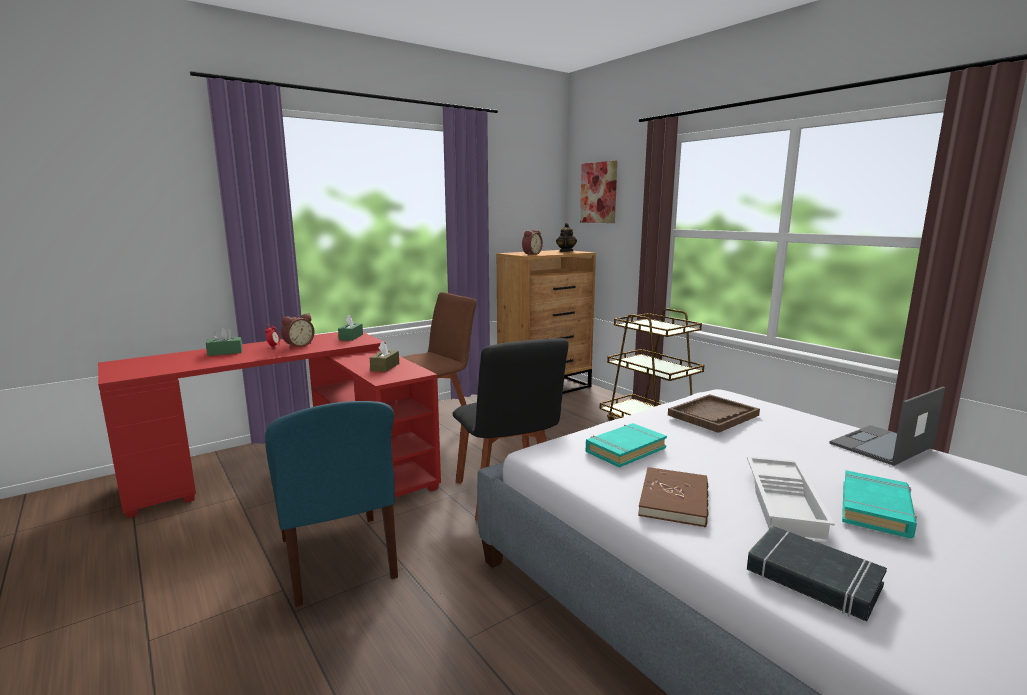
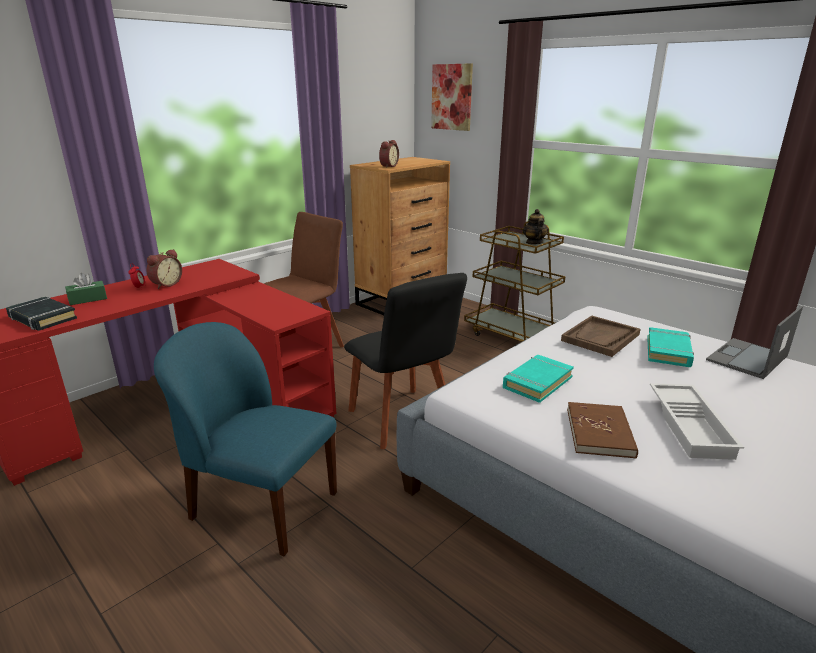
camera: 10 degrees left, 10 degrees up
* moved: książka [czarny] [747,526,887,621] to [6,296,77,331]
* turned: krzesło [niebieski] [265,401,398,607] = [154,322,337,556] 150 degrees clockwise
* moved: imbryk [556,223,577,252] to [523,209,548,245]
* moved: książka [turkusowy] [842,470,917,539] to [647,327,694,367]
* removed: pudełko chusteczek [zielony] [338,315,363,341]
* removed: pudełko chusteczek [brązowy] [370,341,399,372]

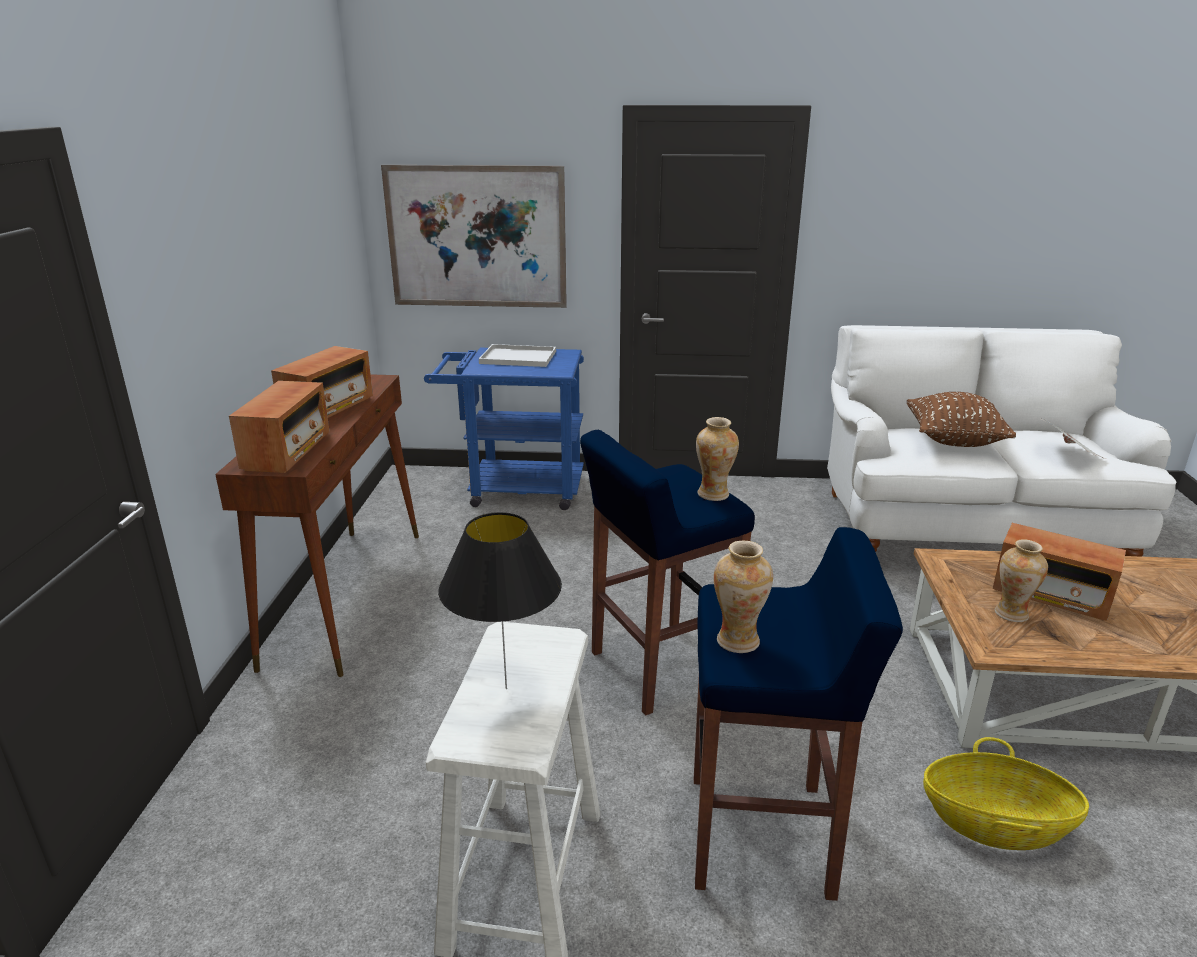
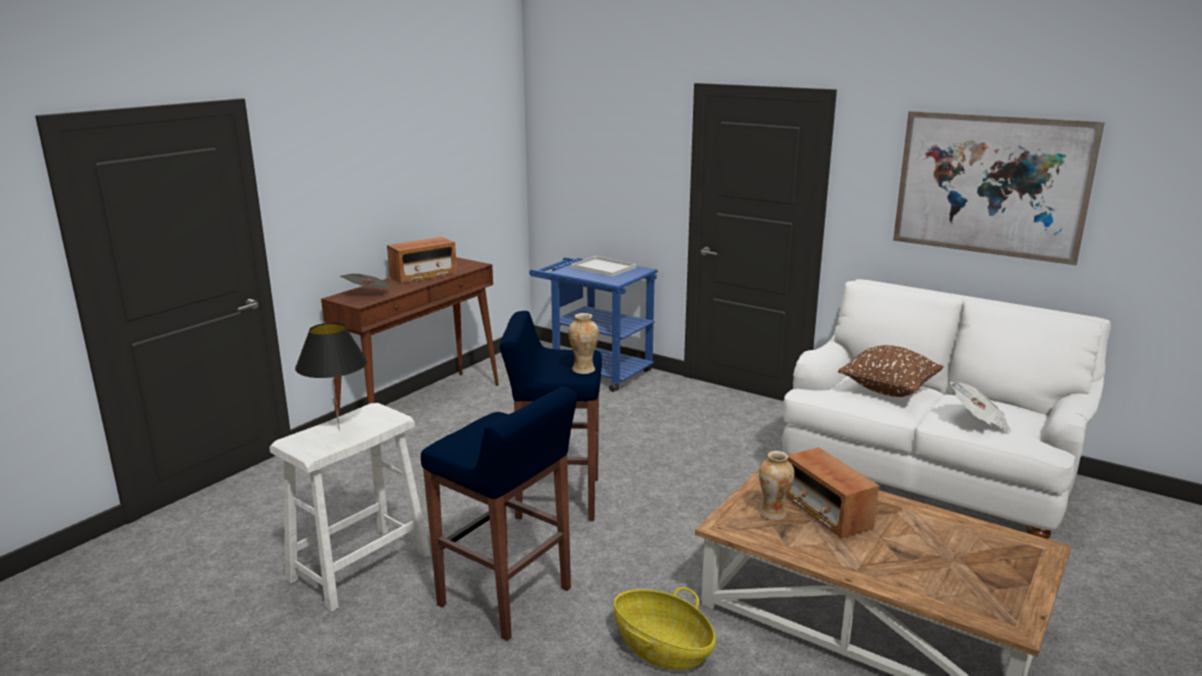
camera: 30 degrees right, 5 degrees down
* replaced: radio [229,381,330,473] to gazeta [340,274,390,288]
* moved: obraz [381,165,567,308] to [893,111,1105,265]
* removed: wazon [714,541,773,653]

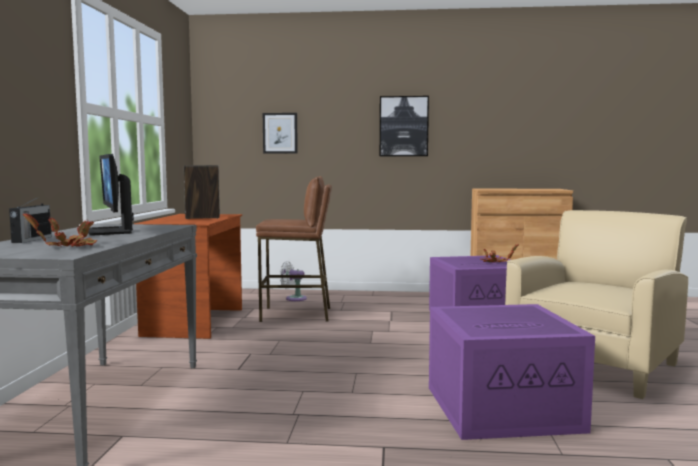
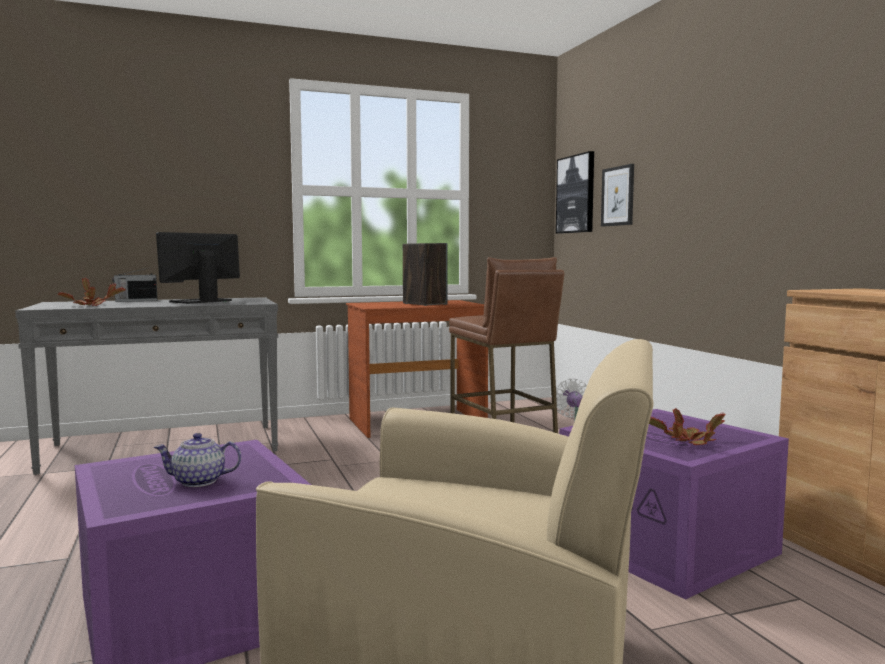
camera: 65 degrees right, 0 degrees up
* added: imbryk [154,433,241,487]
* moved: obraz [380,96,429,156] to [556,151,594,234]

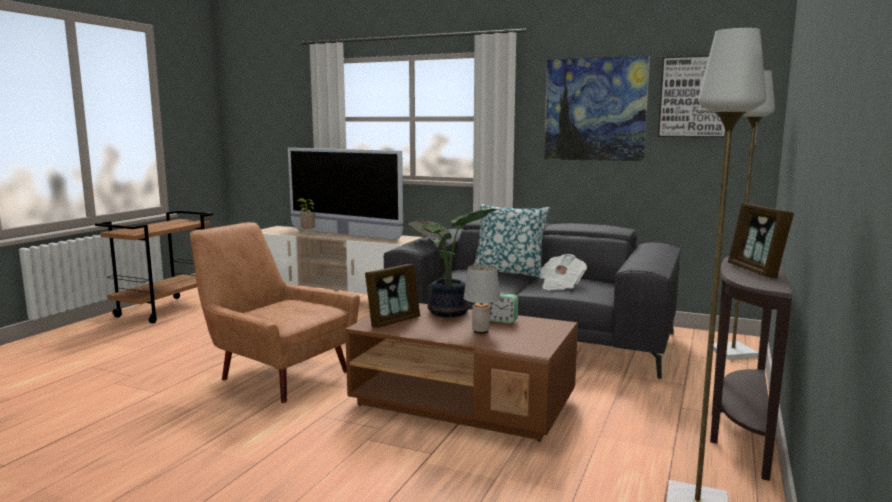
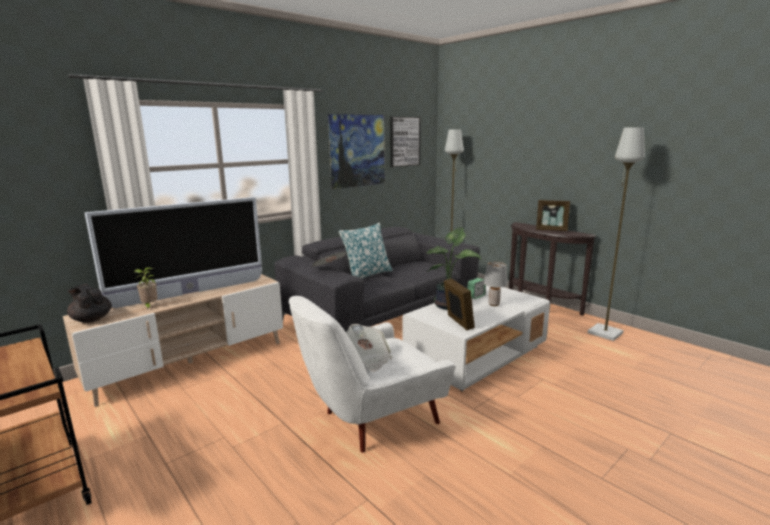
camera: 65 degrees left, 5 degrees up
* added: imbryk [czarny] [67,284,112,323]
* recoloured: fotel [brązowy] [190,222,360,403] to fotel [biały] [289,296,455,453]
* moved: gazeta [540,254,587,290] to [346,324,393,371]
* recoloured: ława [brązowy] [345,303,578,442] to ława [biały] [403,286,550,392]

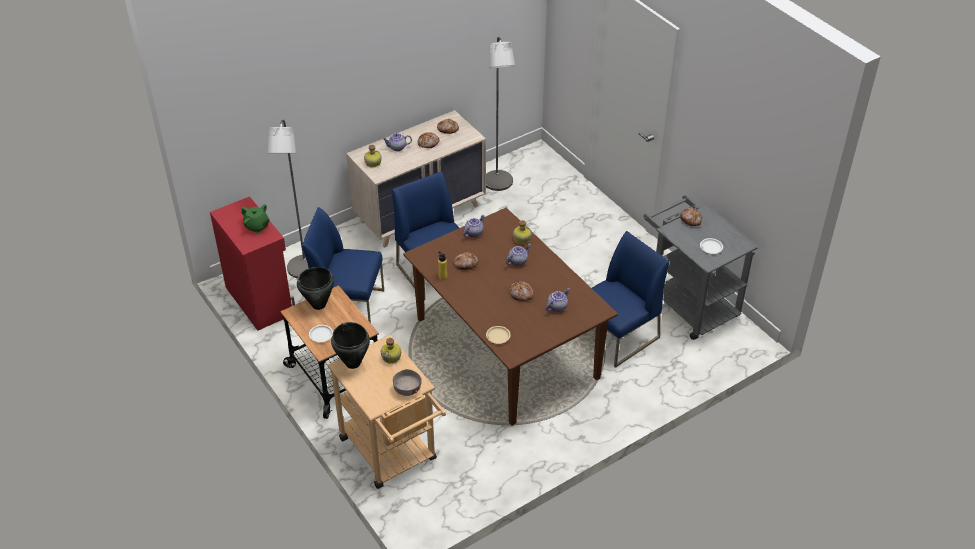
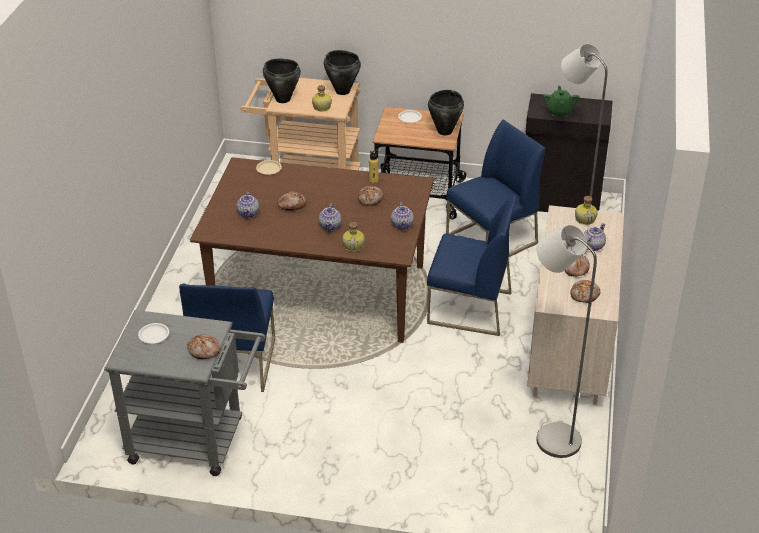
camera: 135 degrees right, 5 degrees down
* replaced: miska [szary] [393,369,421,396] to garnek [czarny] [263,58,301,103]
* recoloured: szafka [czerwony] [210,196,295,331] to szafka [czarny] [526,93,613,212]
* turned: imbryk [zielony] [242,204,270,233] = [543,86,579,117] 105 degrees clockwise

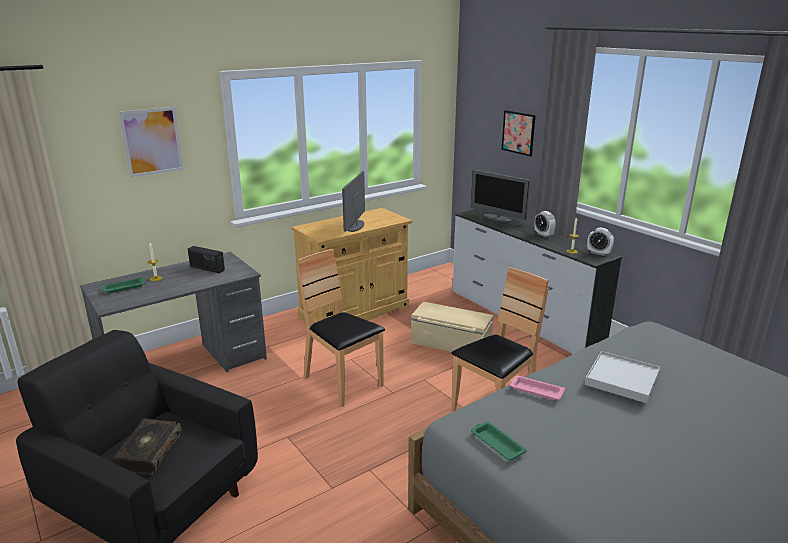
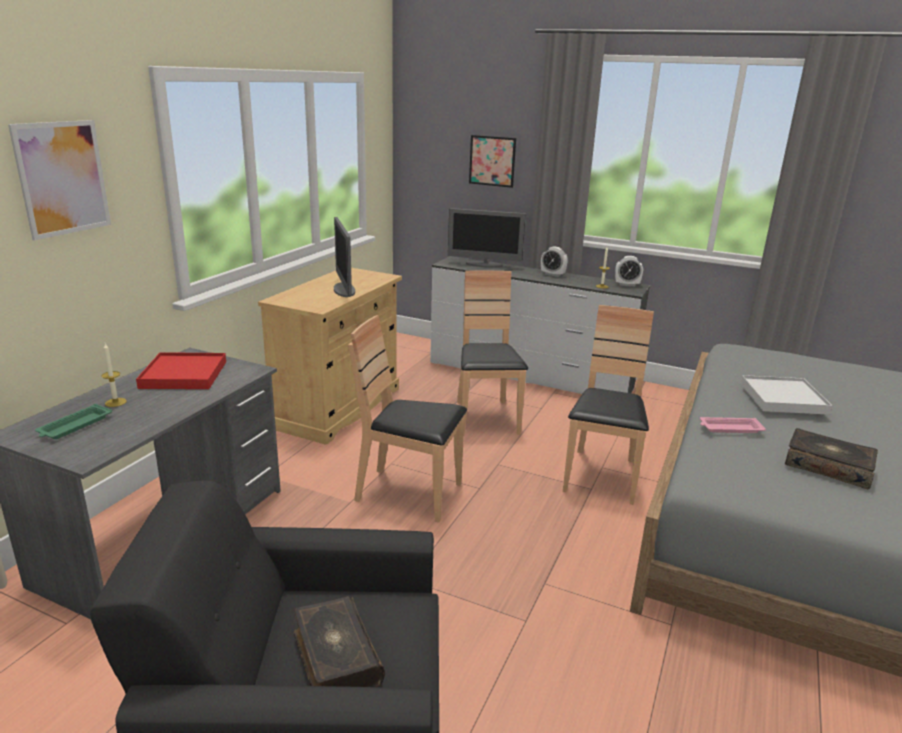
camera: 30 degrees left, 0 degrees up
* replaced: radio [188,246,225,273] to taca [czerwony] [136,352,226,389]
* replaced: pojemnik do przechowywania [beżowy] [411,302,493,352] to krzesło [brązowy] [457,270,528,435]
* added: książka [785,428,878,489]
* removed: taca [zielony] [471,421,527,461]

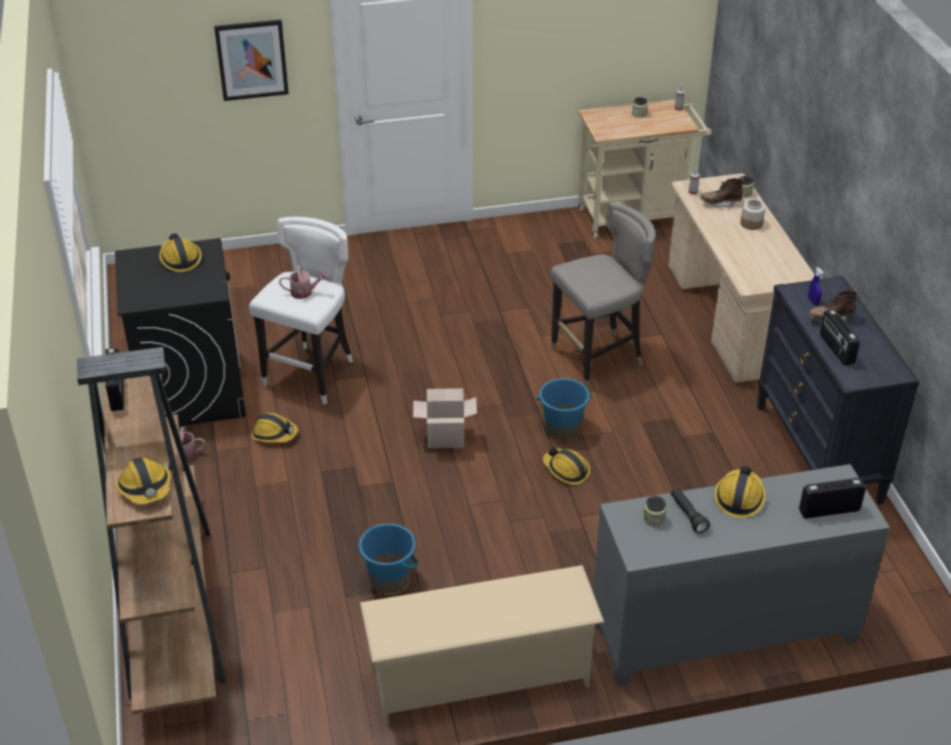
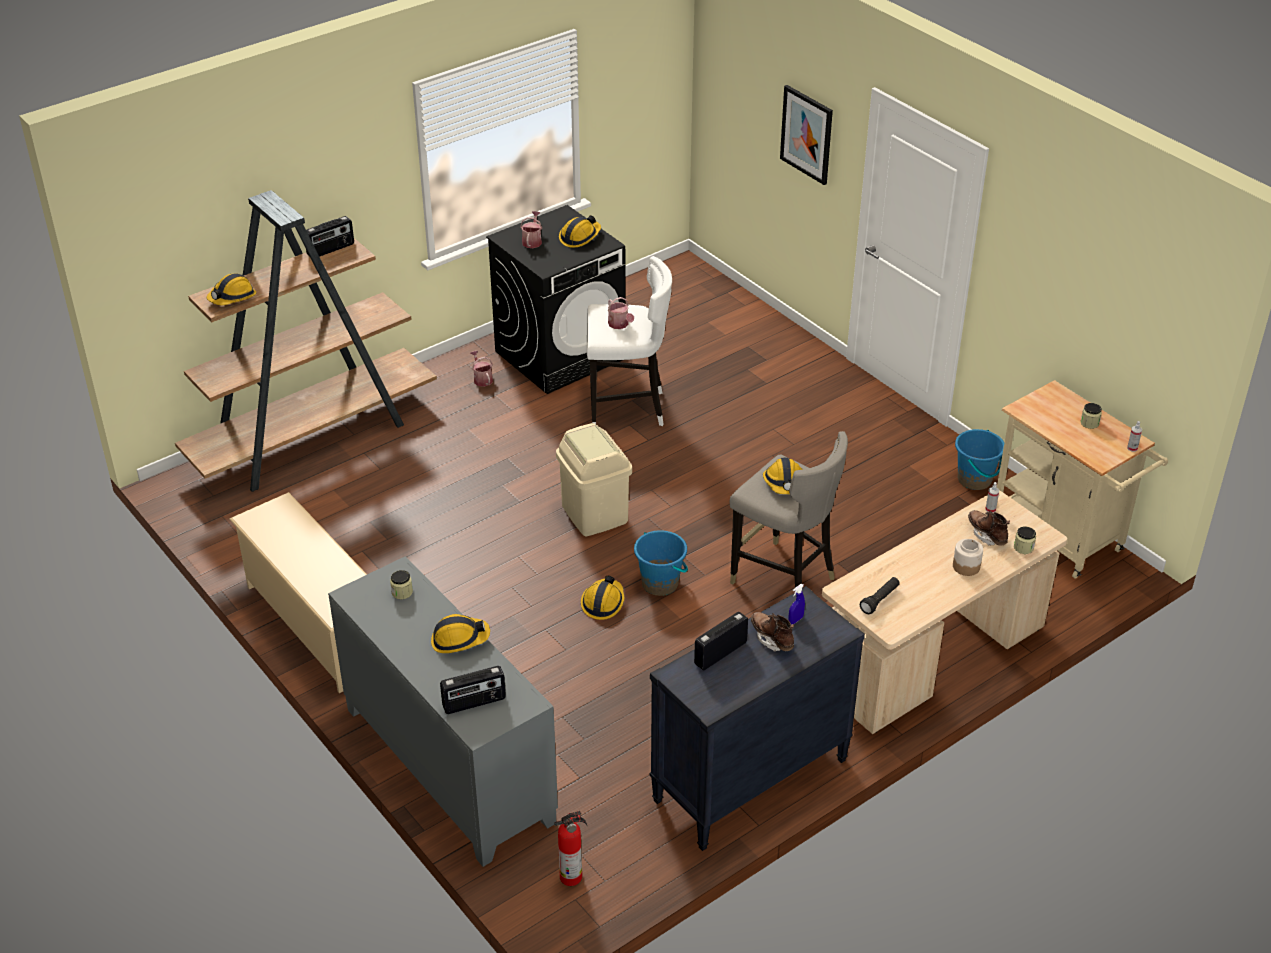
camera: 65 degrees right, 0 degrees up
* turned: radio [799,478,866,518] = [440,666,506,714] 105 degrees clockwise
* added: konewka [520,211,542,248]
* added: gaśnica [554,811,588,886]
* replaced: karton [413,388,477,448] to kosz na śmieci [beżowy] [556,423,632,536]
* moved: kask [251,413,298,442] to [763,458,803,494]
* moved: latarka [czarny] [671,488,710,533] to [860,577,900,614]
* moved: wiadro [niebieski] [359,523,418,593] to [955,429,1004,490]

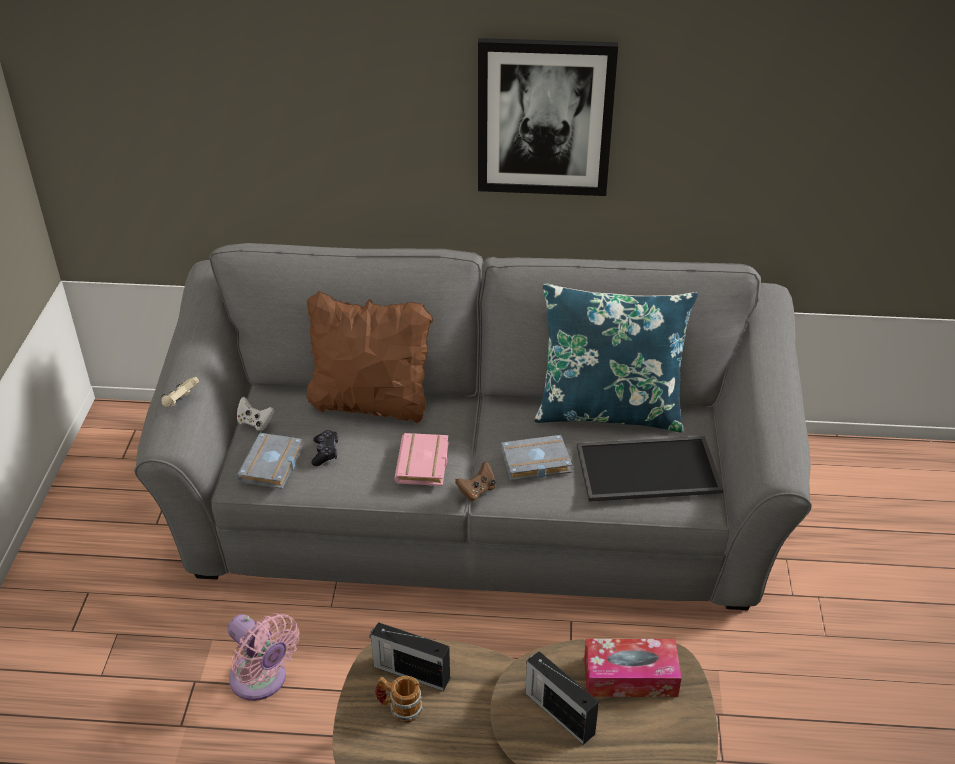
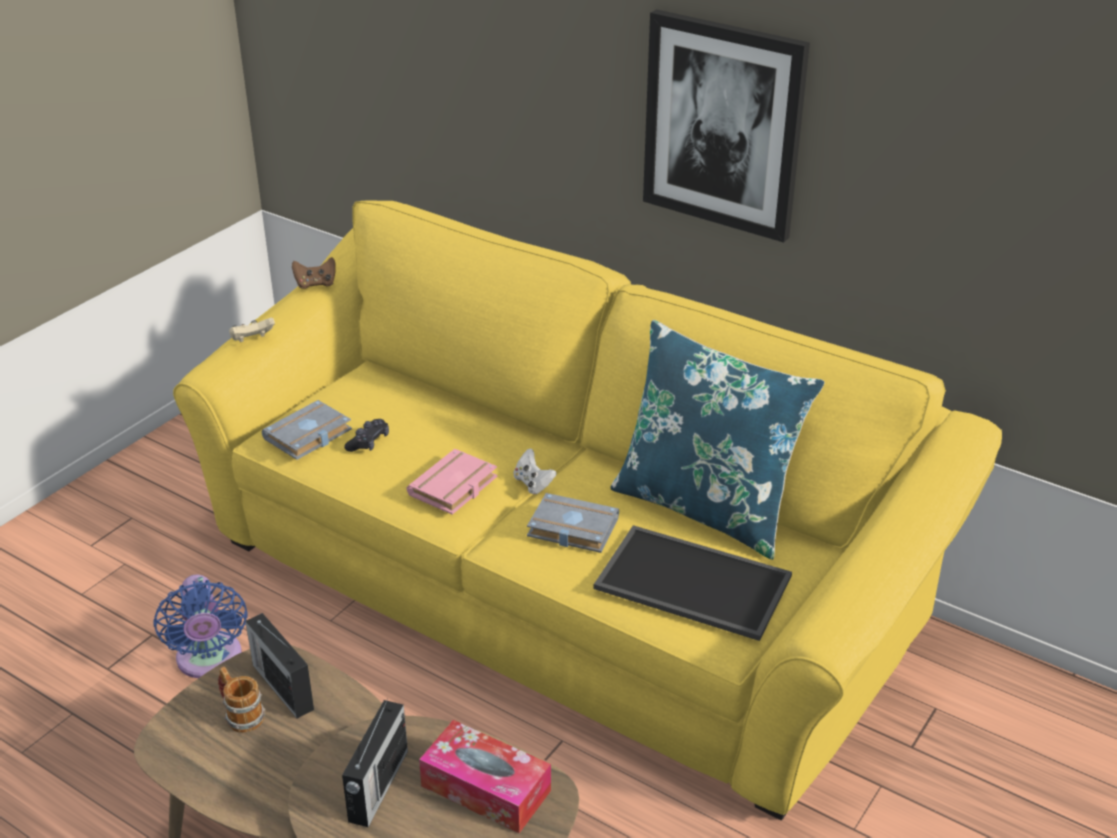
camera: 30 degrees right, 5 degrees down
* recoloured: wentylator [różowy] [228,613,299,701] to wentylator [niebieski] [153,575,248,678]
* recoloured: kanapa [szary] [134,243,812,610] to kanapa [żółty] [173,201,1002,820]
* moved: pad do gier [brązowy] [455,462,496,501] to [292,257,336,289]
* turned: radio [525,651,599,745] = [342,698,408,827] 150 degrees counterclockwise
* moved: pad do gier [biały] [237,397,275,431] to [514,448,556,494]
* removed: poduszka [brązowy] [306,291,433,423]

